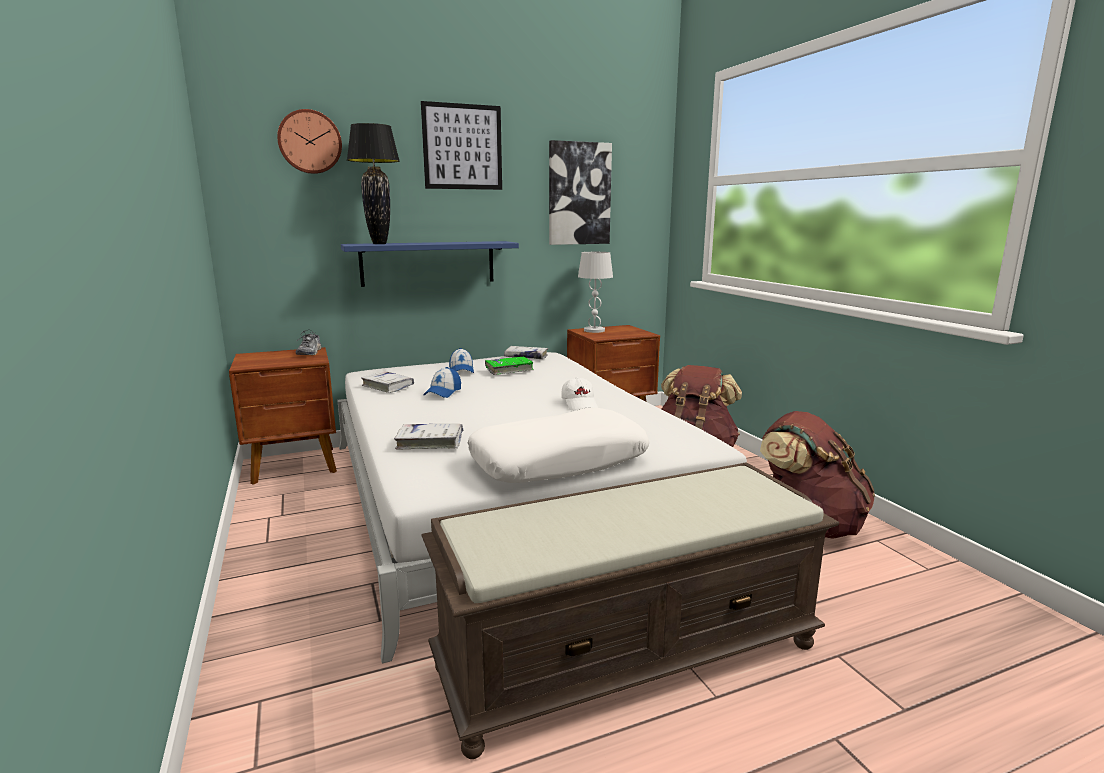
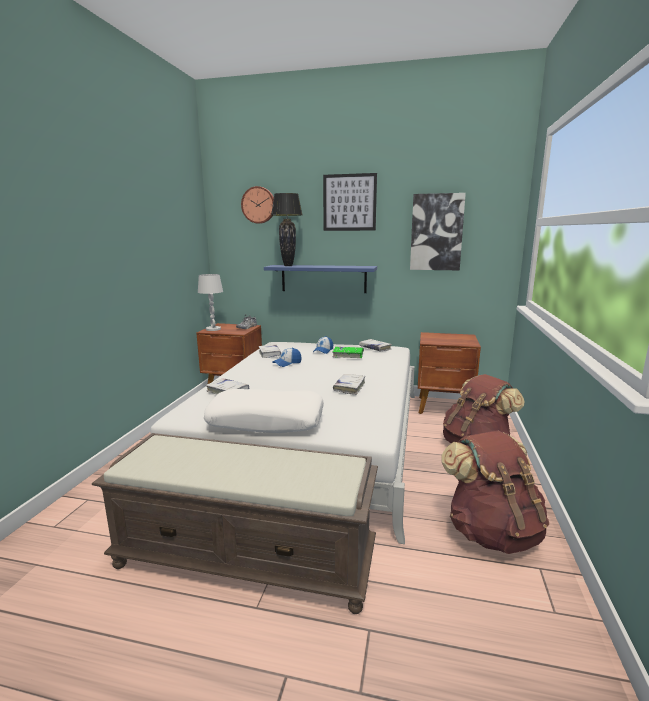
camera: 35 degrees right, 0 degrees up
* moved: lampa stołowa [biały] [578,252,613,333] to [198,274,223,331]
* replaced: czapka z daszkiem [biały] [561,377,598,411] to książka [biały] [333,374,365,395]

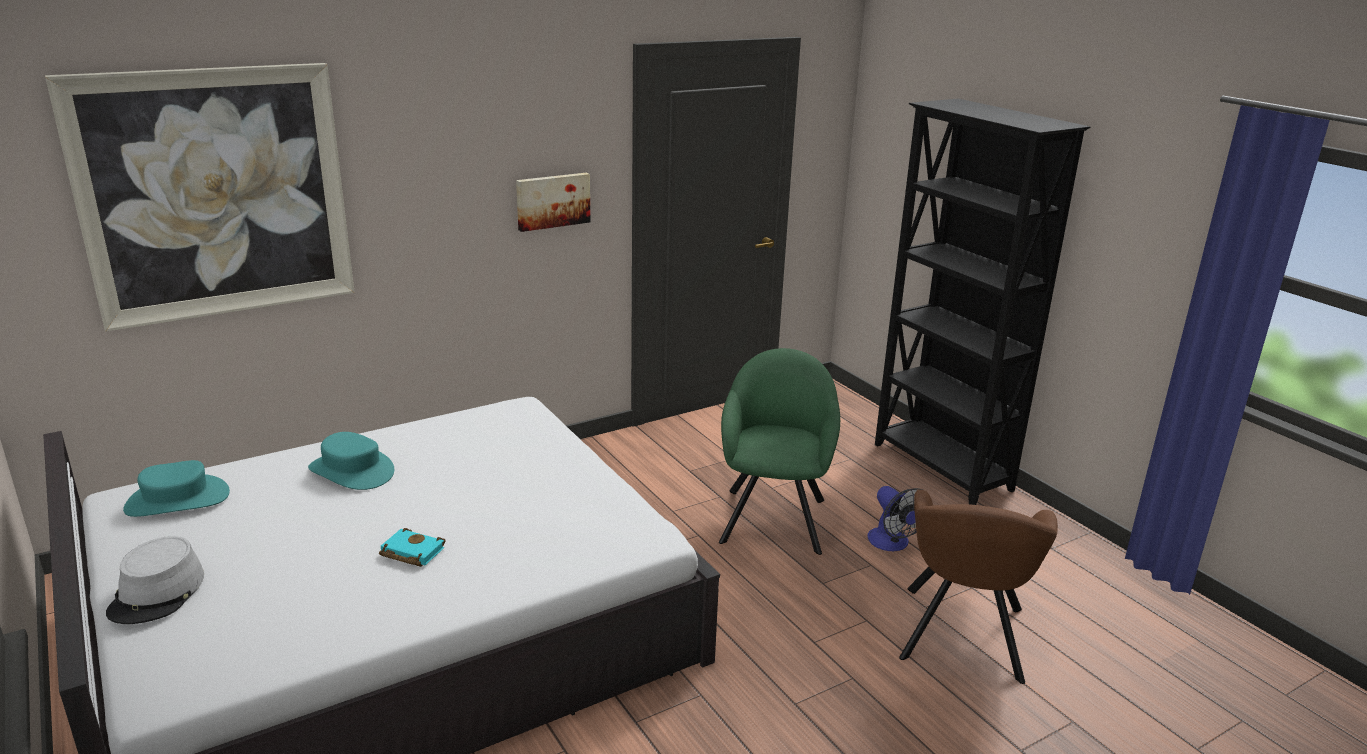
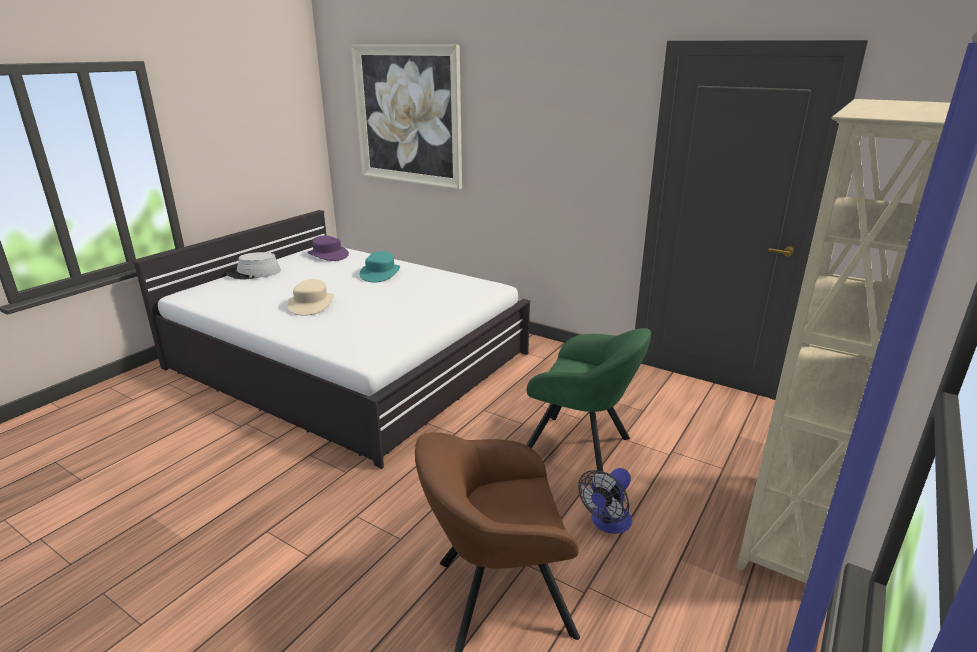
camera: 65 degrees right, 0 degrees up
* replaced: książka [turkusowy] [379,528,446,567] to kapelusz [beżowy] [288,279,334,316]
* recoloured: kapelusz [turkusowy] [123,460,230,517] to kapelusz [fioletowy] [307,236,349,261]
* turned: fotel [zielony] [719,348,840,555] = [526,328,651,474] 45 degrees clockwise
* recoloured: regał [czarny] [875,99,1090,505] to regał [beżowy] [737,99,950,584]
* removed: obraz [516,173,590,232]

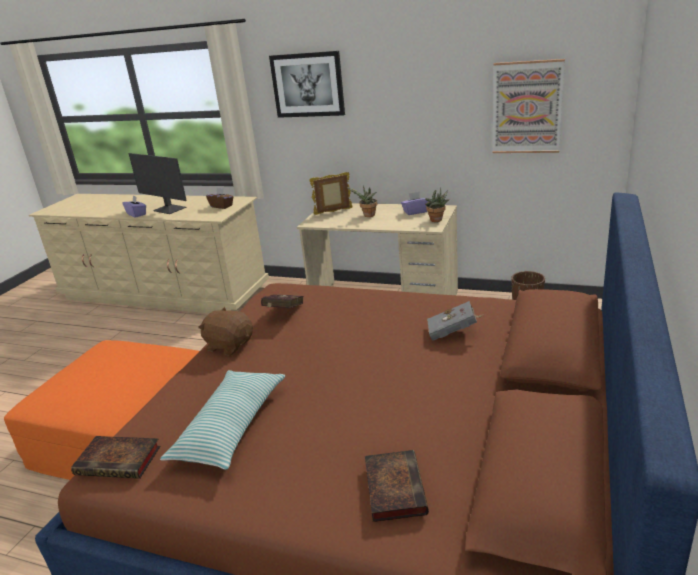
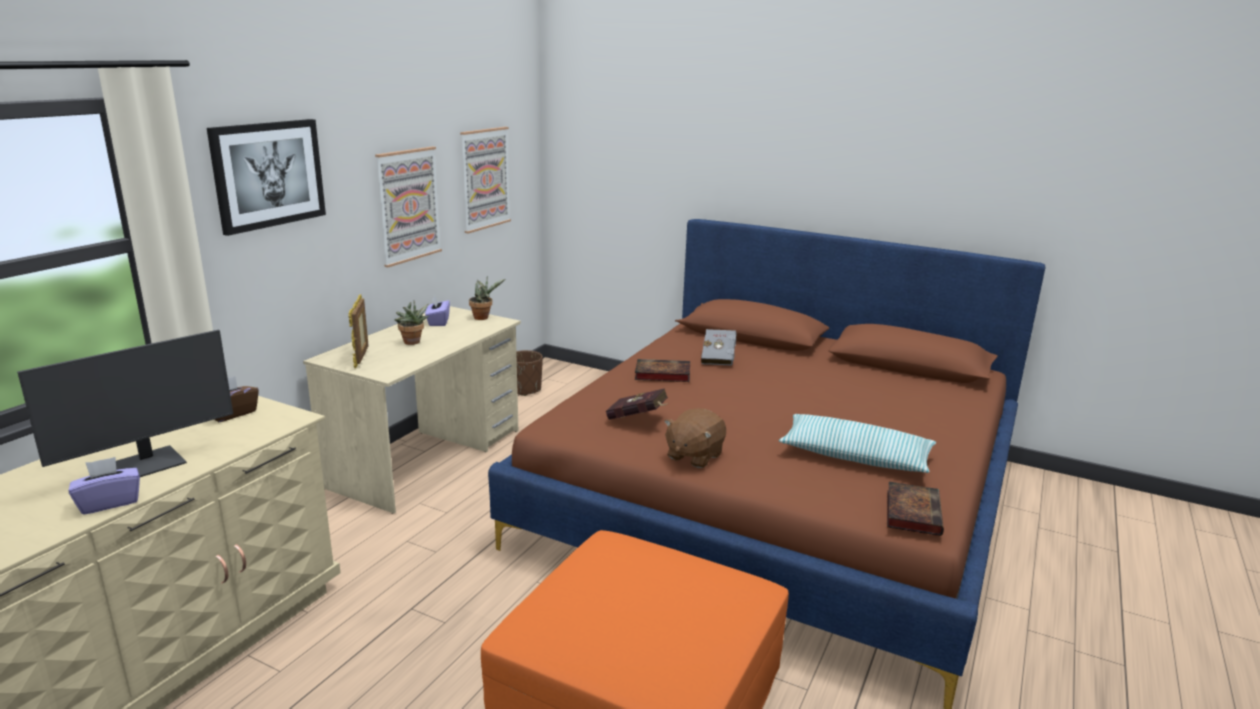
camera: 85 degrees left, 5 degrees down
* added: obraz [375,147,442,267]
* moved: książka [365,450,429,522] to [635,359,690,382]

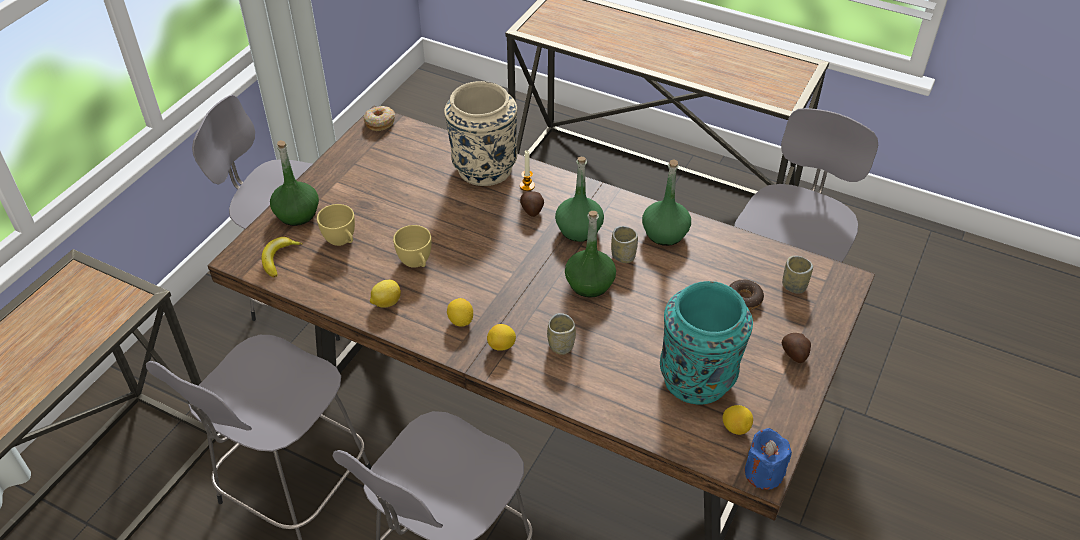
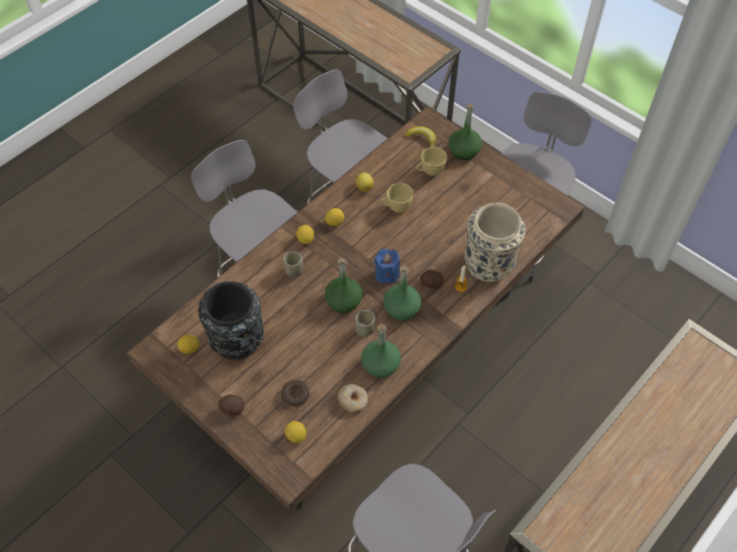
camera: 105 degrees right, 10 degrees up
* recoloured: wazon [turkusowy] [660,281,753,404] to wazon [czarny] [198,281,264,359]
* replaced: filiżanka [782,256,813,293] to cytryna [285,421,306,443]
* moved: donut [364,106,395,131] to [337,384,368,412]
* moved: świeca [niebieski] [745,428,792,490] to [374,249,400,285]

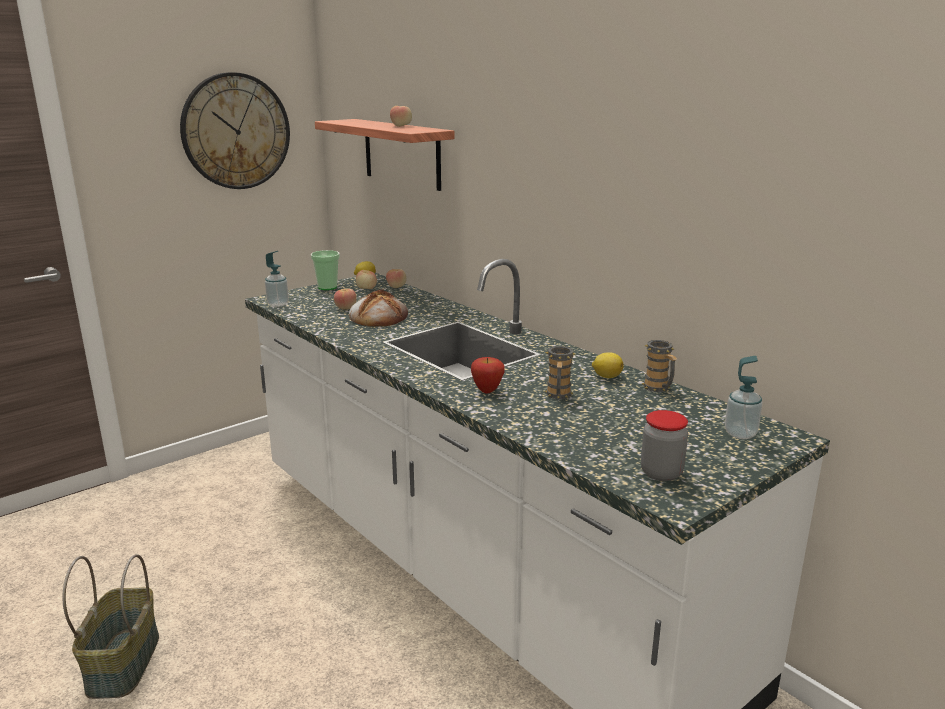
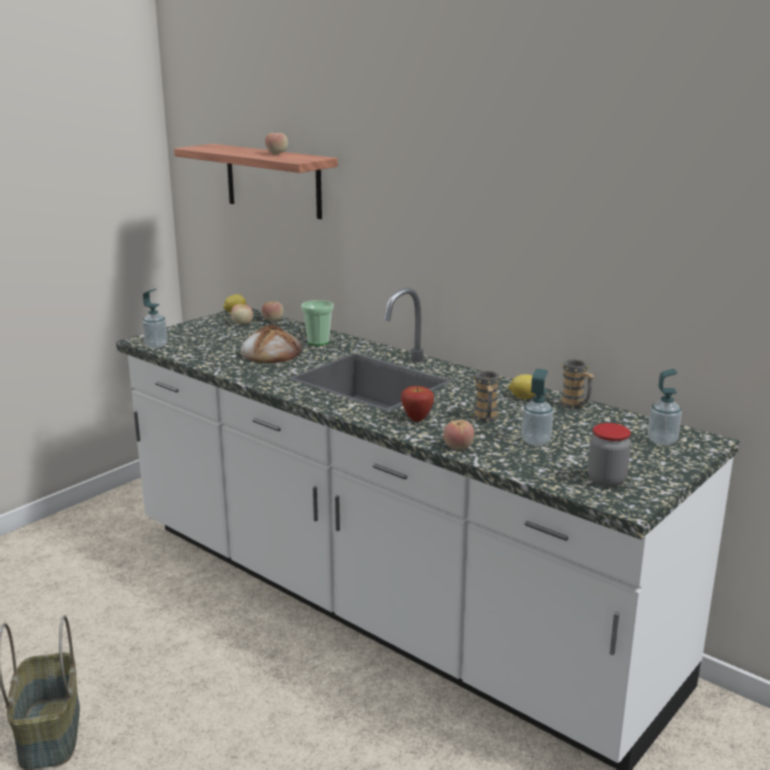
camera: 10 degrees left, 0 degrees up
* moved: filiżanka [311,250,340,290] to [301,300,334,346]
* moved: jabłko [334,289,357,309] to [443,420,475,450]
* added: dozownik mydła [522,369,553,446]
* removed: zegar ścienny [180,72,290,189]

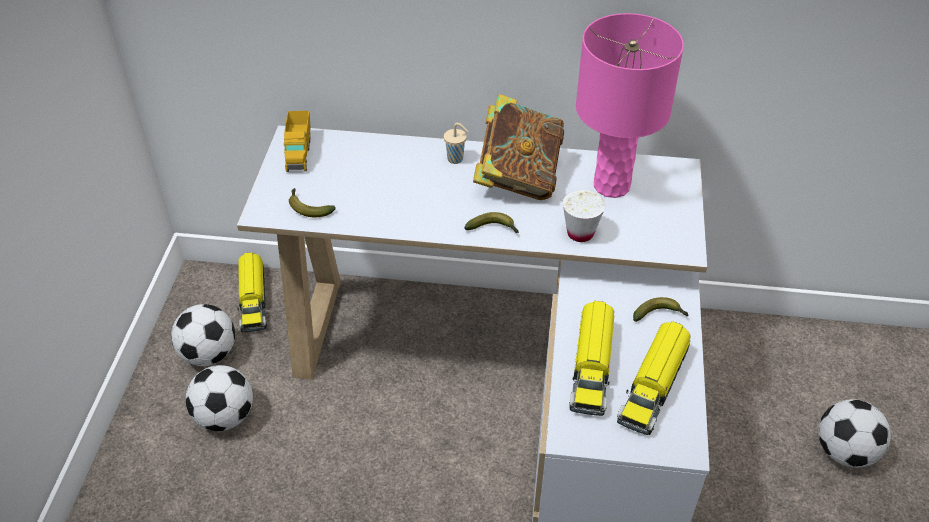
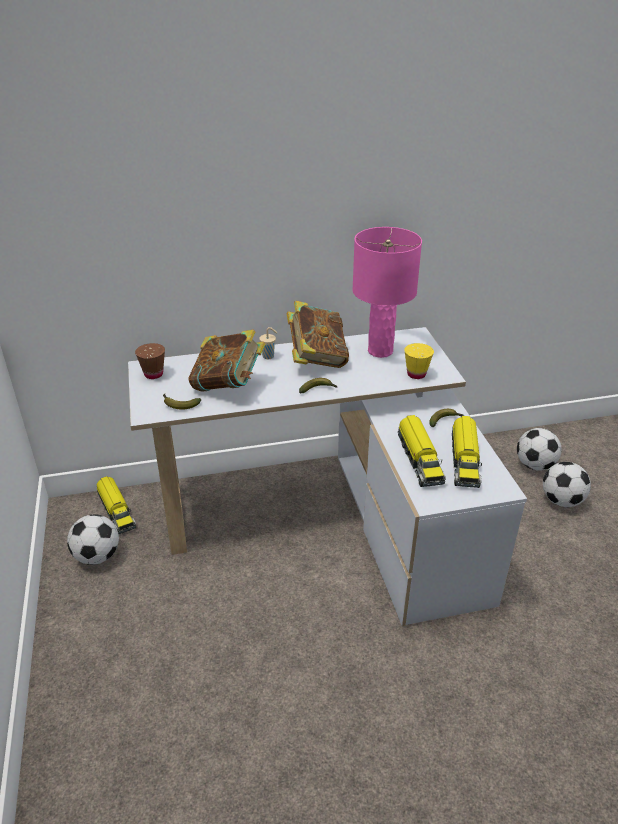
camera: 20 degrees left, 10 degrees down
* replaced: ciężarówka zabawkowa [284,111,311,172] to filiżanka [brązowy] [135,343,165,379]
* added: książka [188,329,266,391]
* added: filiżanka [żółty] [404,343,434,379]
* moved: piłka futbolowa [185,365,253,431] to [517,428,562,471]
* removed: filiżanka [biały] [563,190,605,242]

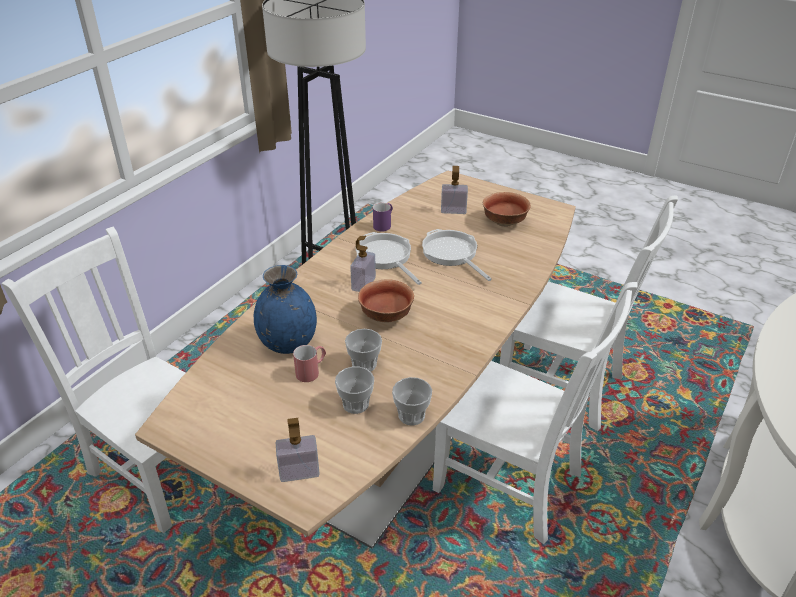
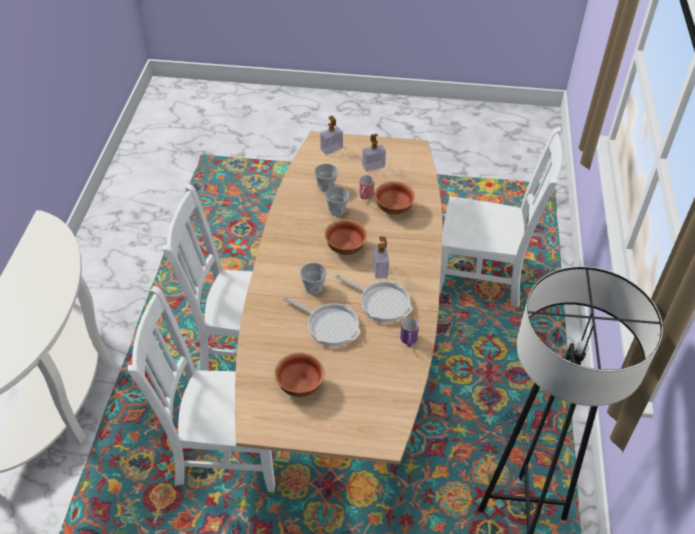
camera: 155 degrees right, 10 degrees up
* moved: filiżanka [392,377,432,426] to [300,263,327,295]
* moved: dozownik mydła [441,166,468,214] to [362,134,386,172]
* replaced: wazon [niebieski] [254,265,317,354] to miska [375,181,415,215]

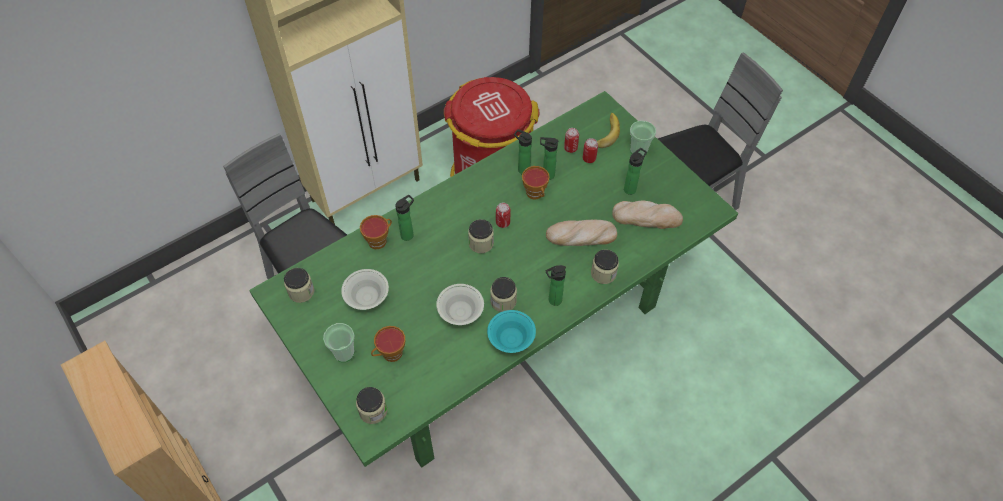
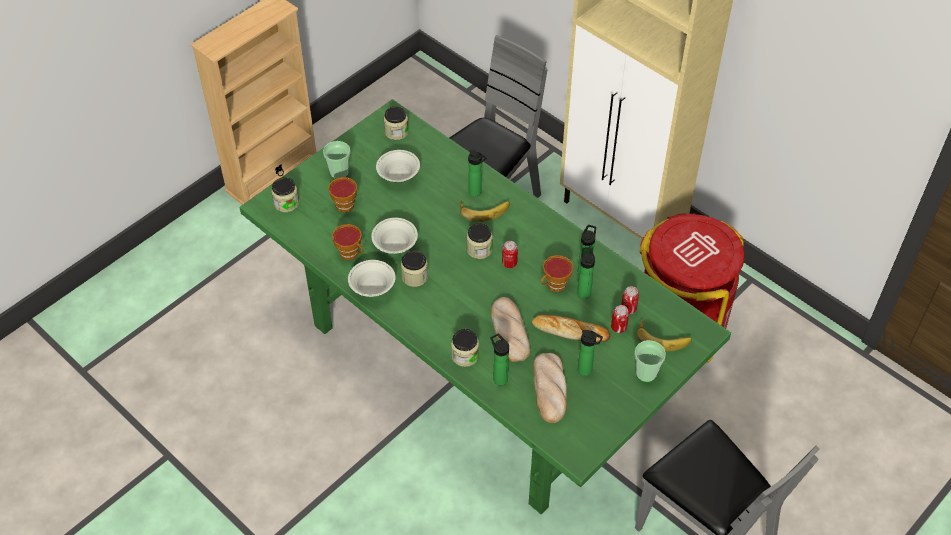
camera: 80 degrees right, 5 degrees down
* moved: filiżanka [360,215,392,249] to [332,224,363,260]
* recoloured: miska [turkusowy] [487,310,536,353] to miska [biały] [348,260,396,297]
* added: banan [460,200,510,222]
* moved: butelka [546,265,566,306] to [491,334,509,385]
* added: chleb [532,315,610,342]

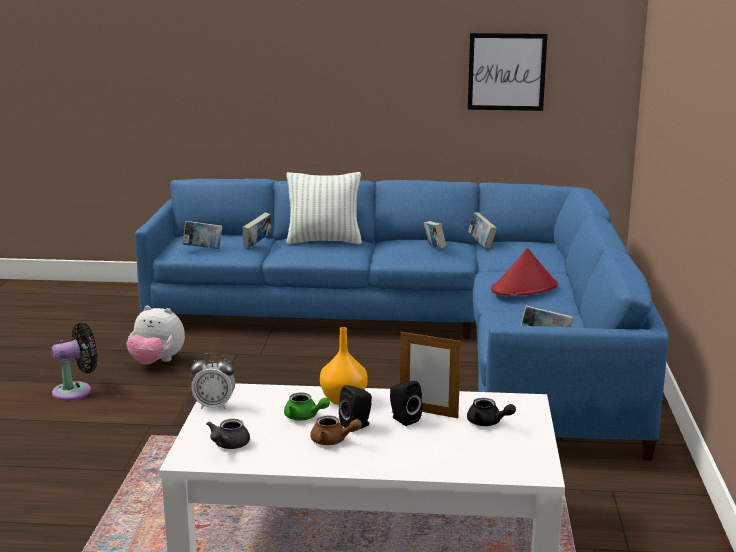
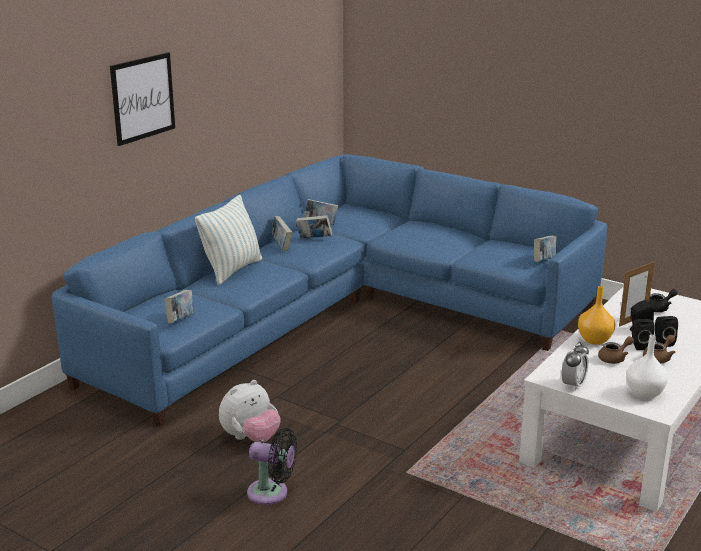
camera: 60 degrees left, 5 degrees up
* moved: obraz [468,33,547,111] to [110,52,175,146]
* turned: wentylator [czarny] [51,323,97,401] = [247,428,297,505] 105 degrees clockwise
* moved: książka [243,212,271,248] to [272,216,293,251]
* recoloured: imbryk [zielony] [284,392,330,421] to imbryk [brązowy] [598,336,634,364]
* replaced: imbryk [szary] [206,419,250,449] to wazon [biały] [626,335,668,399]
* added: głośnik [czarny] [655,316,678,347]
* removed: kapelusz [czerwony] [491,248,558,296]

